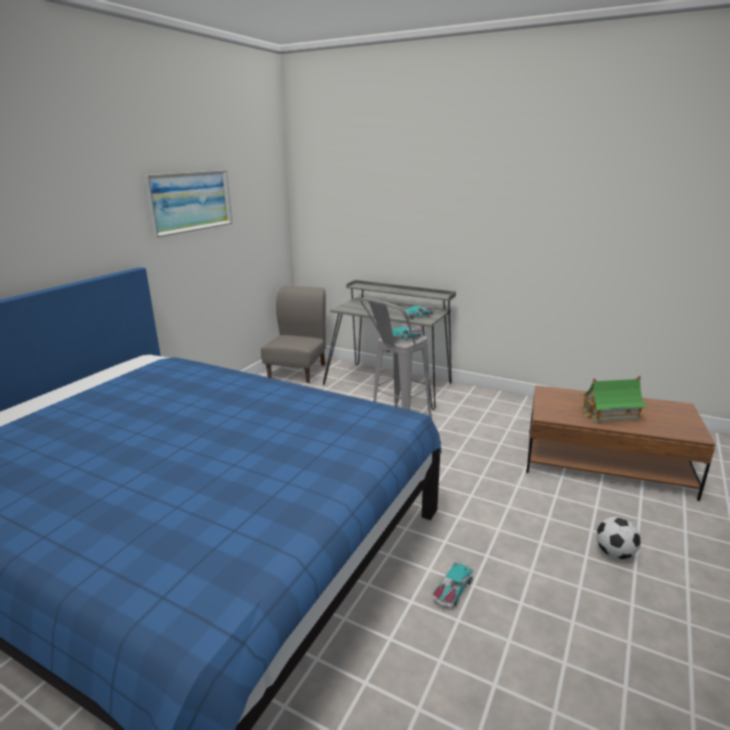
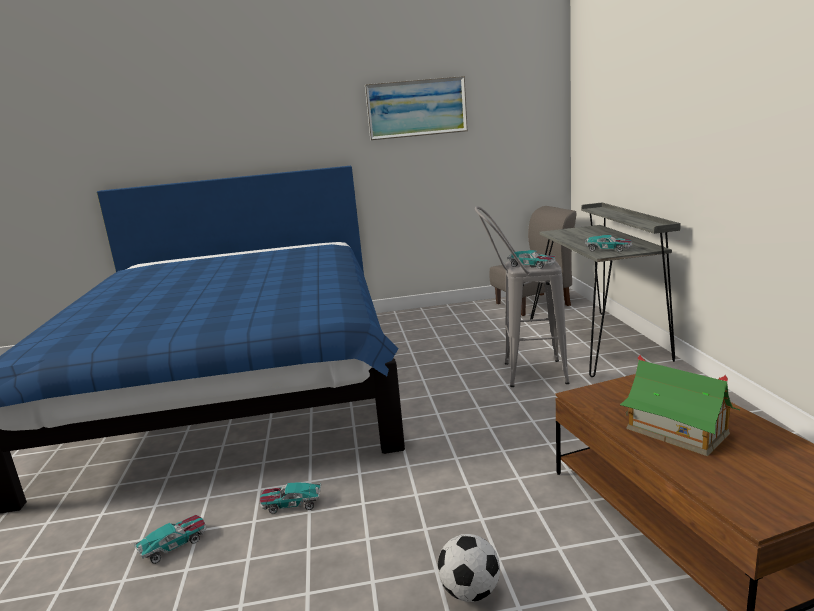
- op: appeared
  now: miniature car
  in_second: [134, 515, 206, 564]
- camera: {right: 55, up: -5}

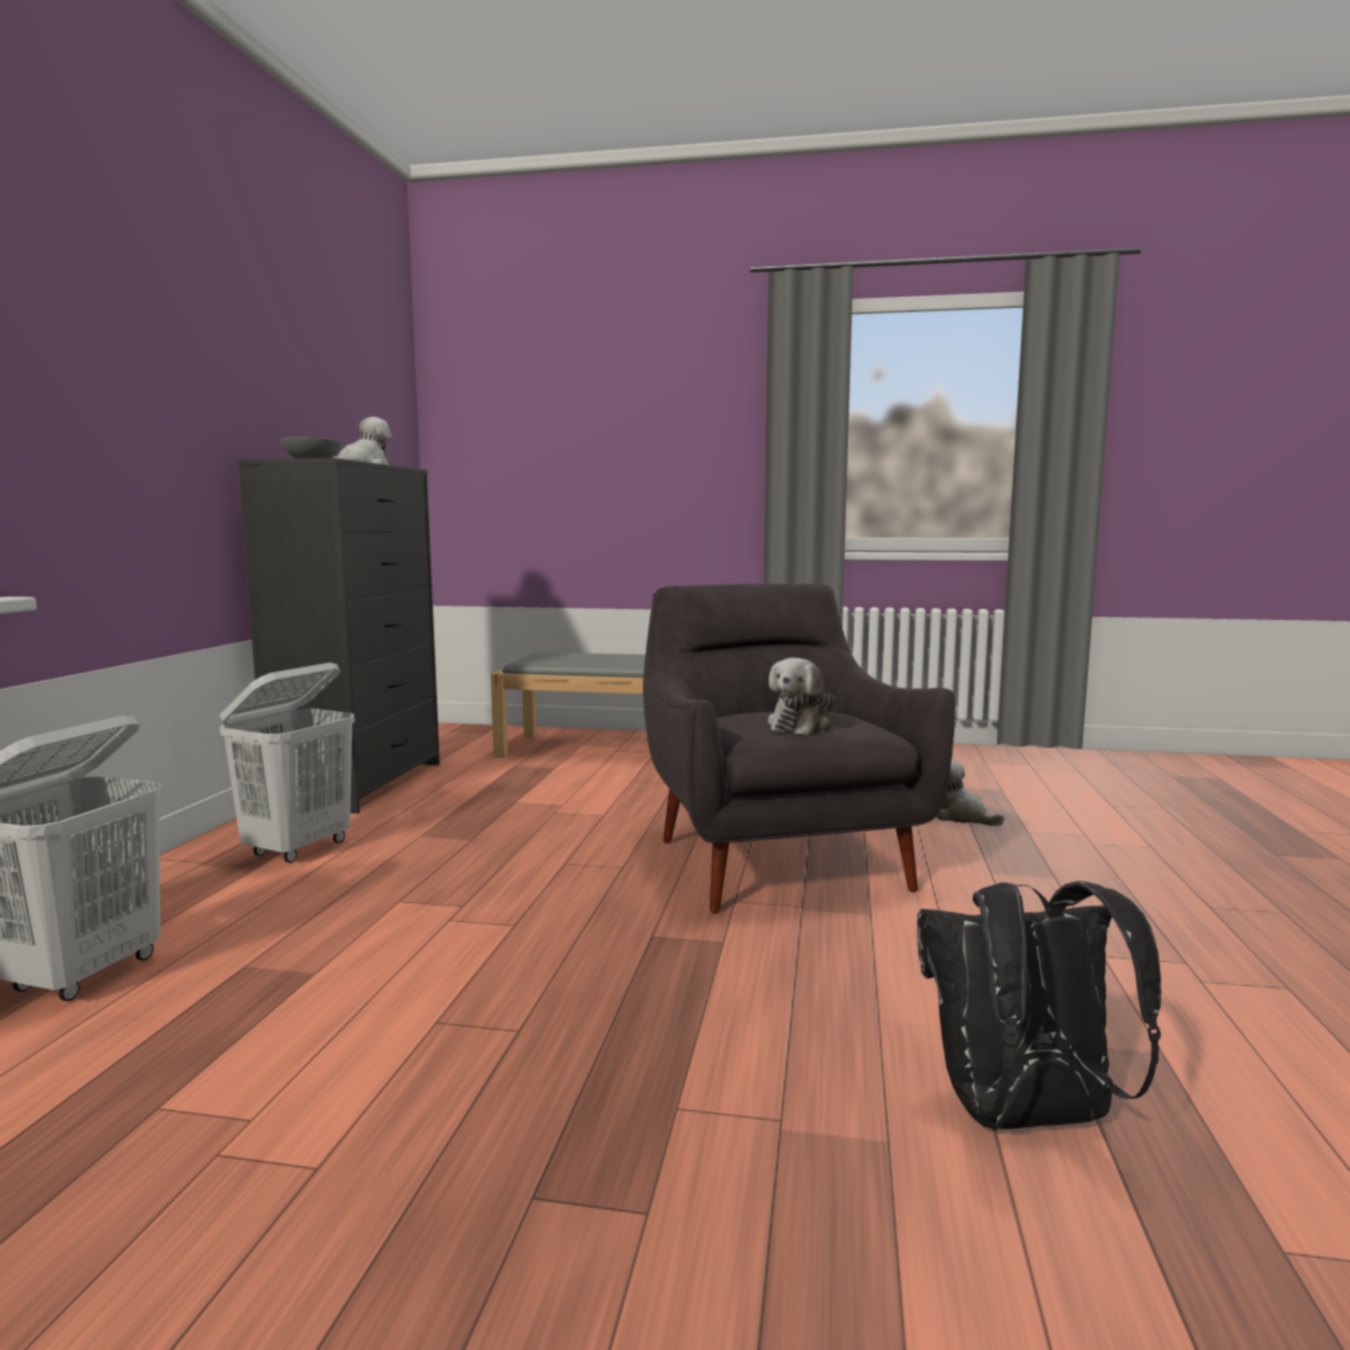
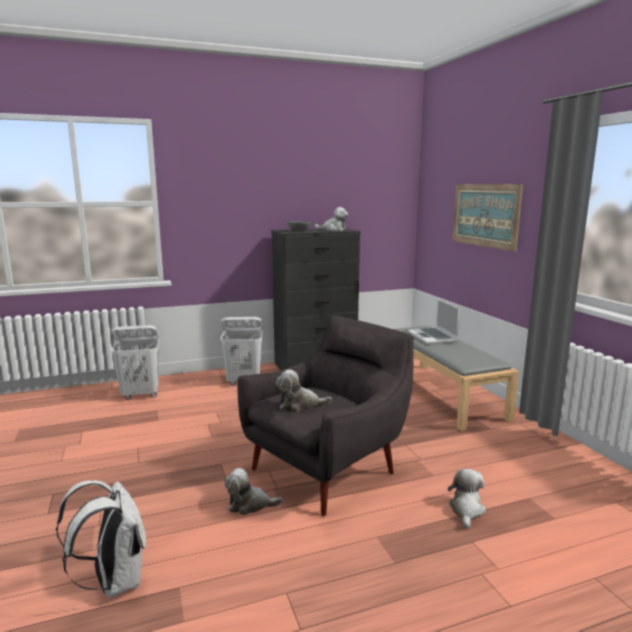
- op: appeared
  now: plush toy
  in_second: [224, 468, 283, 515]
- op: appeared
  now: notebook computer
  in_second: [408, 299, 460, 345]
- op: appeared
  now: wall picture
  in_second: [452, 184, 523, 251]
- op: colour
  was: blackish rucksack
  now: white rucksack
  in_first: [917, 881, 1161, 1130]
  in_second: [56, 480, 146, 598]
- camera: {right: 60, up: 5}

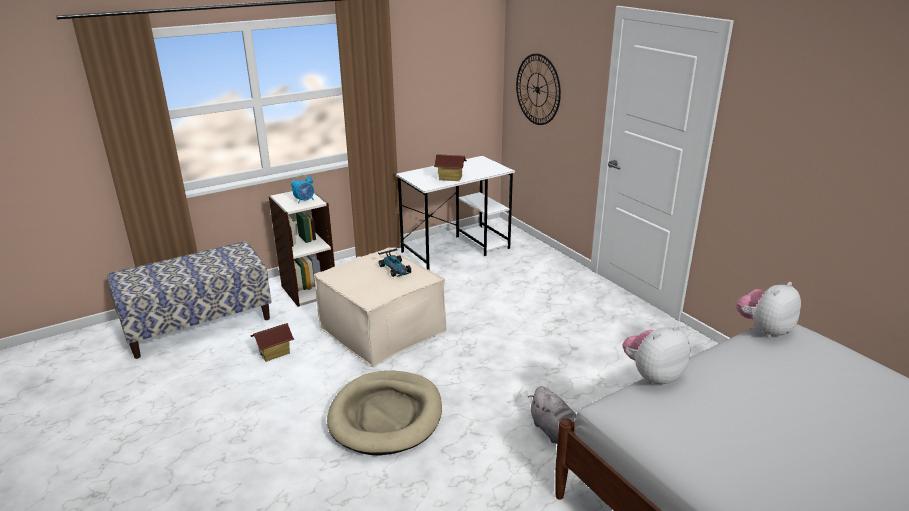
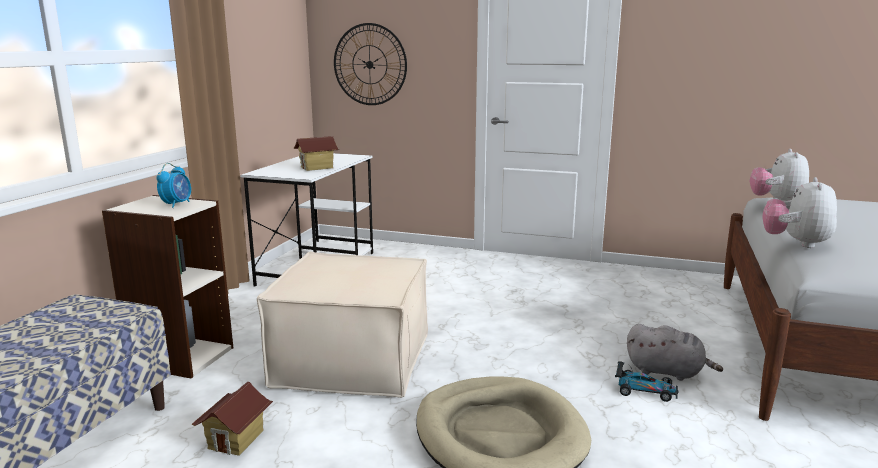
- op: relocated
  was: miniature car
  in_first: [378, 248, 411, 277]
  in_second: [615, 361, 679, 402]
- camera: {right: -40, up: -10}

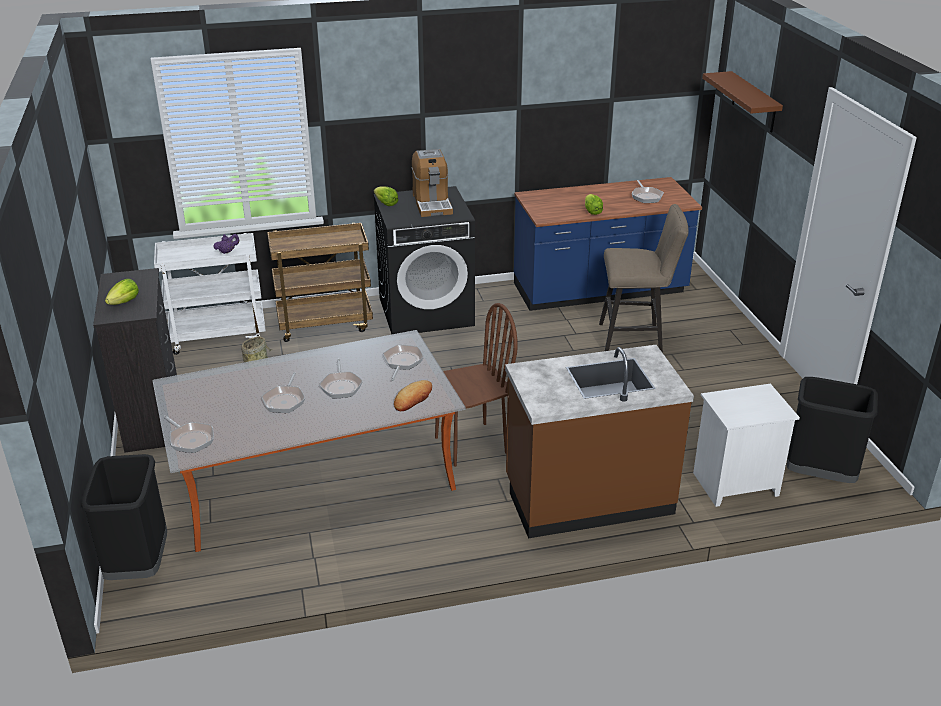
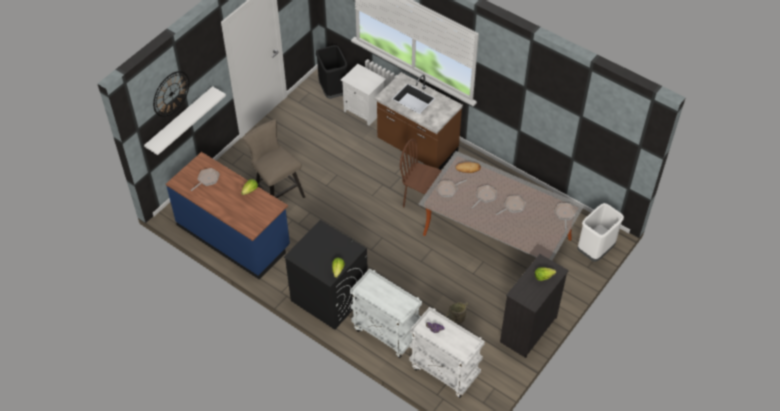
- op: missing
  was: coffee machine
  in_first: [412, 149, 453, 217]
- op: appeared
  now: white bracket shelf
  in_second: [144, 86, 226, 155]
- op: exchanged
  was: brown-coloured bracket shelf
  now: hanging clock
  in_first: [702, 71, 783, 133]
  in_second: [153, 71, 189, 117]
- op: colour
  was: blackish trash can
  now: white trash can
  in_first: [81, 454, 167, 580]
  in_second: [577, 203, 624, 262]
- op: colour
  was: brown-coloured wheeled cart
  now: white wheeled cart
  in_first: [267, 223, 373, 342]
  in_second: [350, 269, 422, 358]
- camera: {right: -130, up: 20}

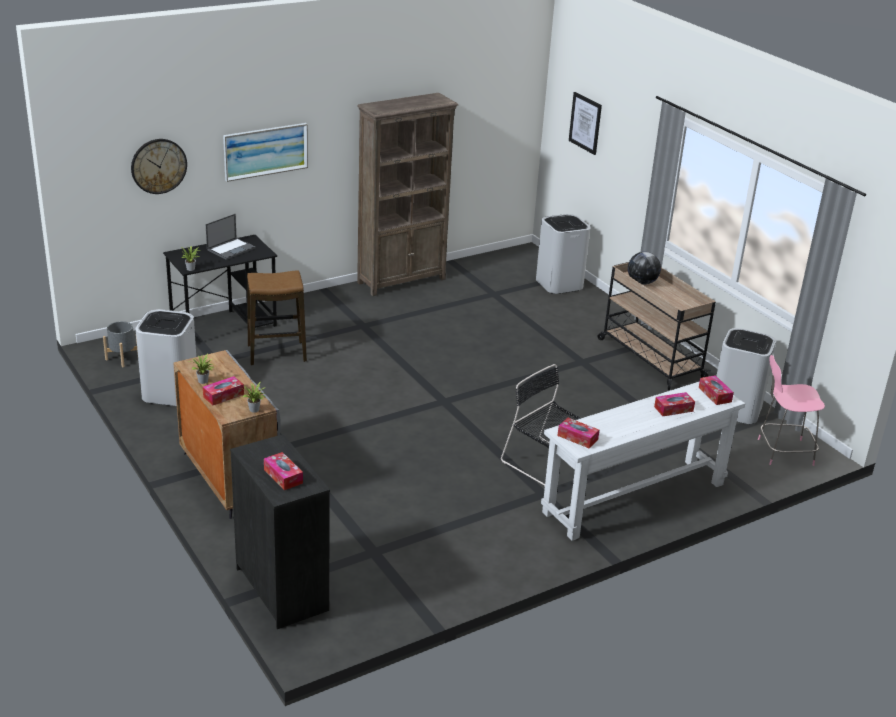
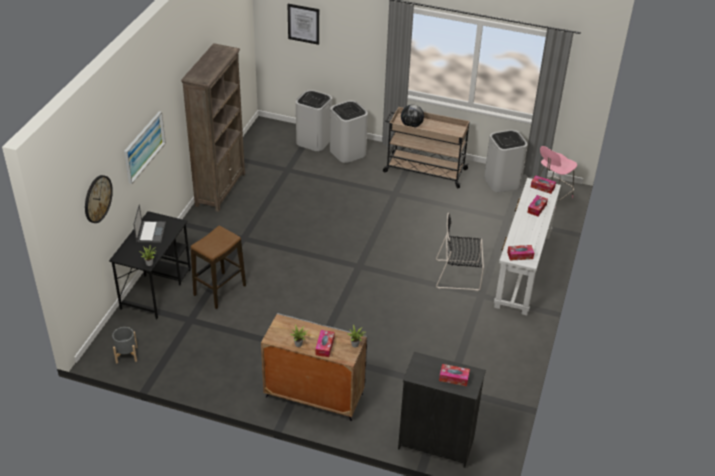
- op: relocated
  was: white trash can
  in_first: [136, 309, 196, 406]
  in_second: [330, 100, 368, 163]
- camera: {right: -40, up: 10}

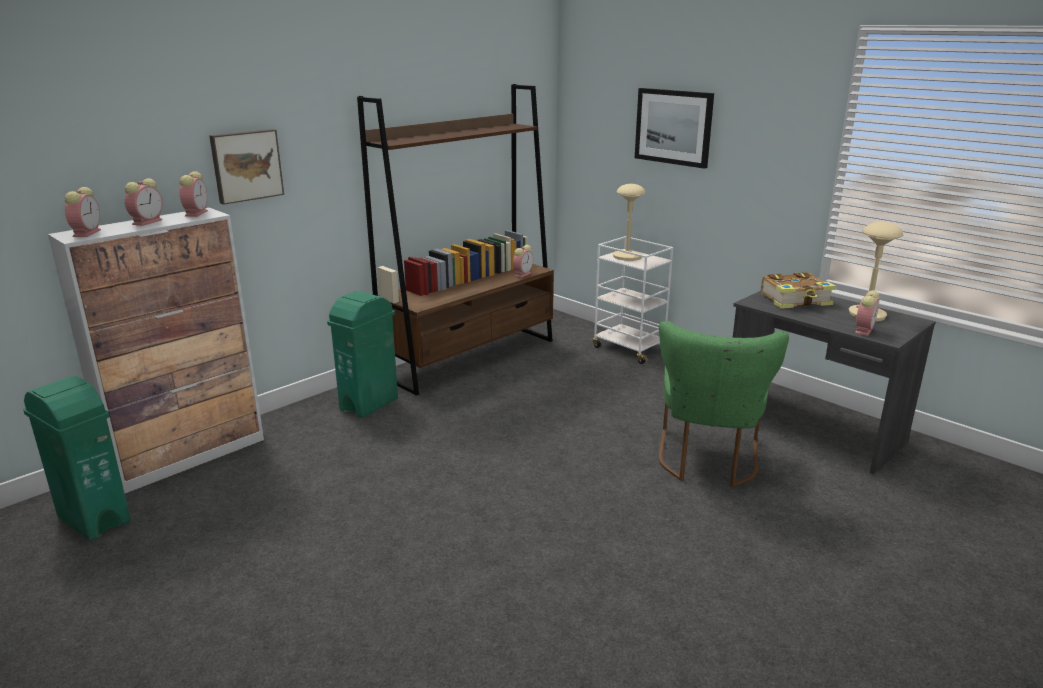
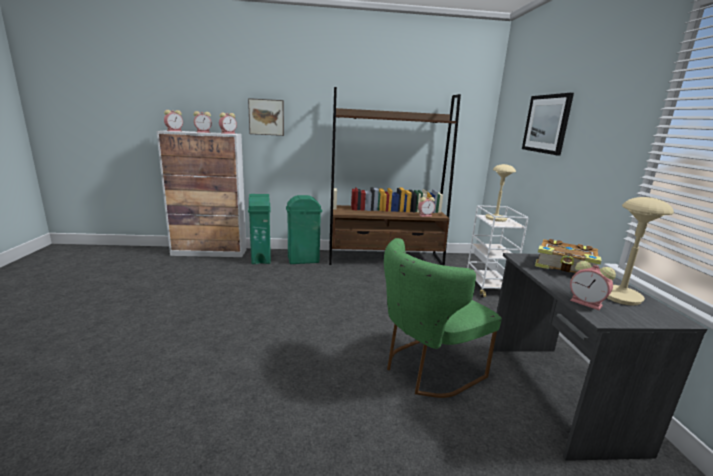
- op: relocated
  was: green trash can
  in_first: [23, 376, 131, 541]
  in_second: [248, 194, 271, 264]
- op: spun
  was: table clock
  in_first: [855, 290, 880, 336]
  in_second: [570, 261, 616, 310]
  clockwise: 60
- camera: {right: 40, up: -5}

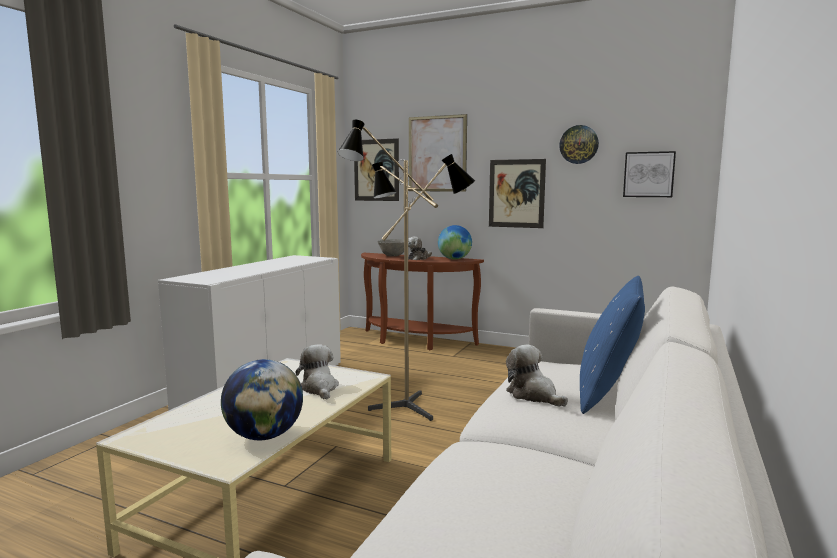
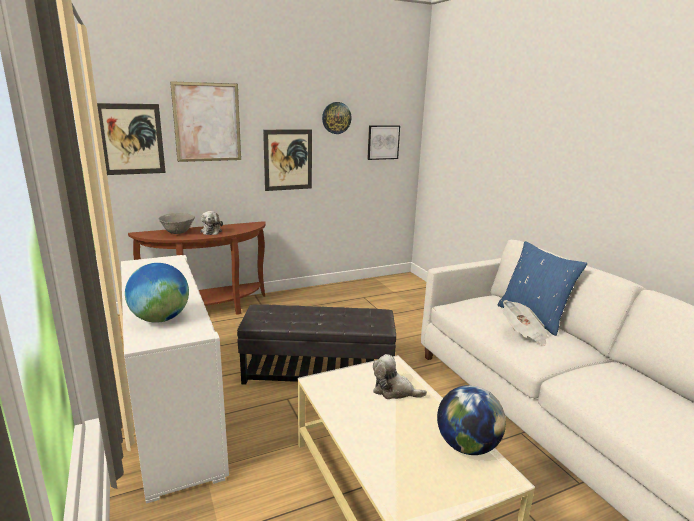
- op: relocated
  was: world globe
  in_first: [438, 225, 472, 260]
  in_second: [125, 263, 189, 323]
- op: exchanged
  was: floor lamp
  now: blackish pouffe
  in_first: [338, 120, 475, 421]
  in_second: [237, 304, 396, 385]
- op: exchanged
  was: plush toy
  now: printed paper
  in_first: [506, 344, 568, 407]
  in_second: [502, 300, 549, 346]
- camera: {right: -50, up: 10}

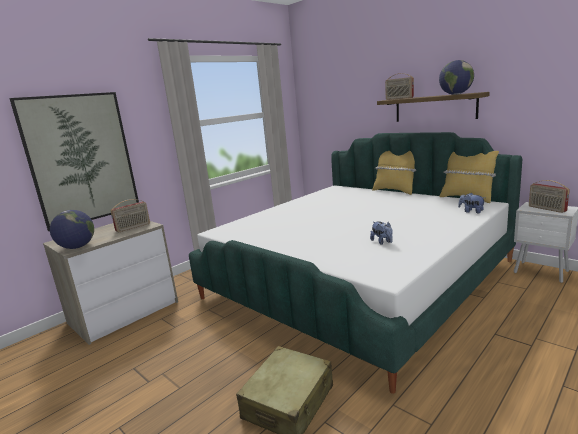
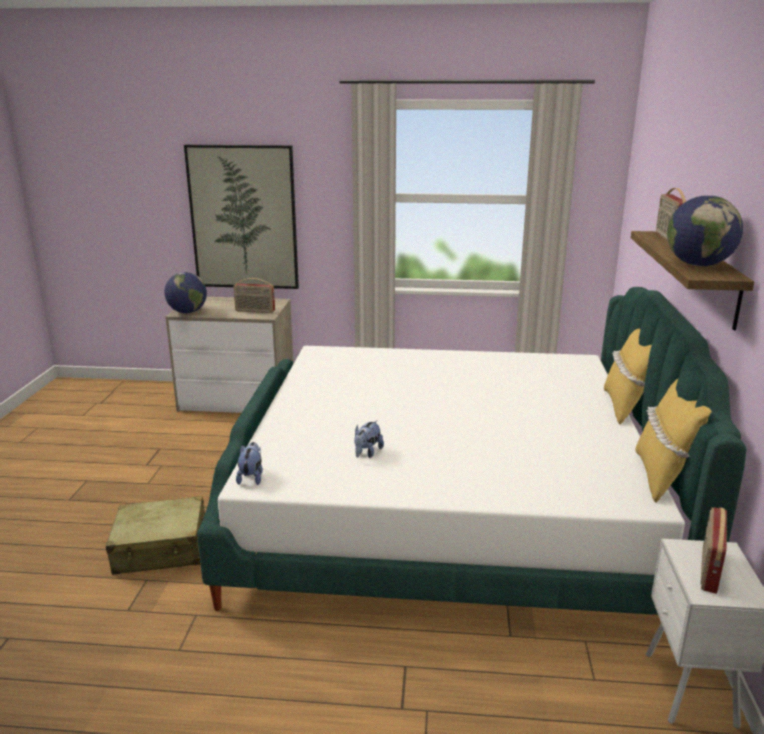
- op: relocated
  was: plush toy
  in_first: [458, 193, 485, 213]
  in_second: [236, 442, 263, 485]
- camera: {right: 50, up: 5}

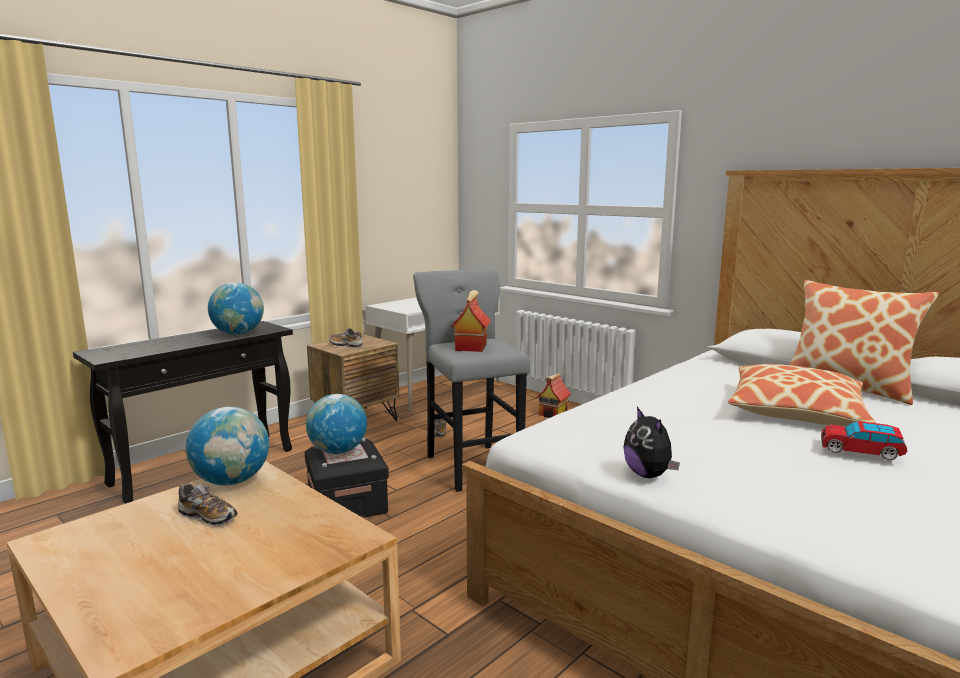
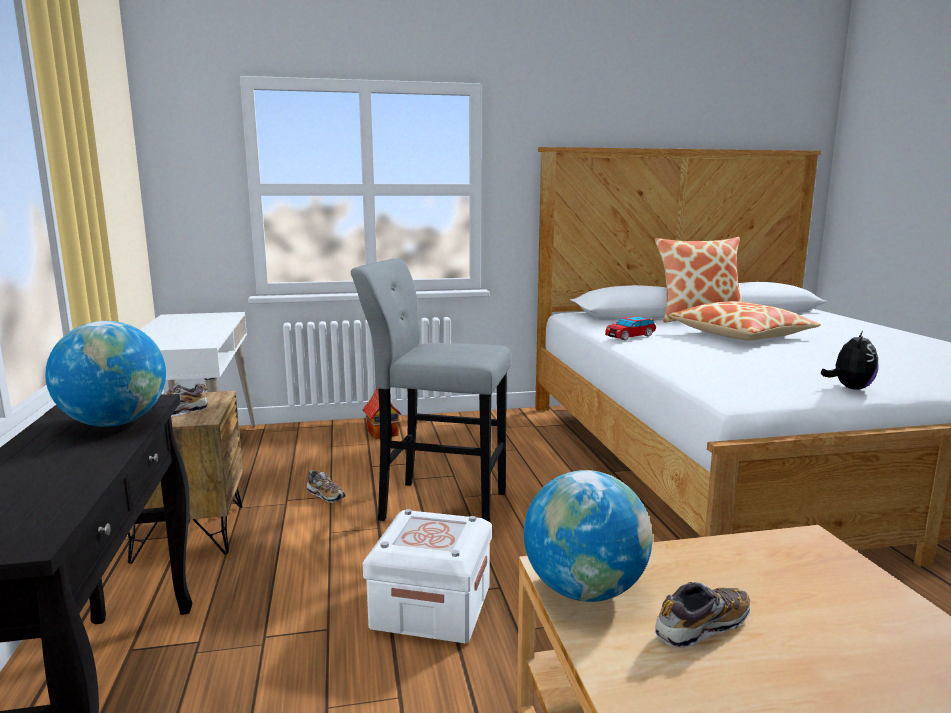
- op: missing
  was: world globe
  in_first: [306, 394, 367, 454]
- op: missing
  was: toy house
  in_first: [451, 290, 491, 352]
- op: relocated
  was: miniature car
  in_first: [821, 421, 907, 460]
  in_second: [605, 316, 656, 340]
- op: colour
  was: blackish storage container
  now: white storage container
  in_first: [305, 438, 389, 518]
  in_second: [363, 509, 492, 643]
- op: spun
  was: plush toy
  in_first: [623, 407, 680, 478]
  in_second: [821, 331, 878, 390]
  clockwise: -75
- camera: {right: -55, up: 0}

